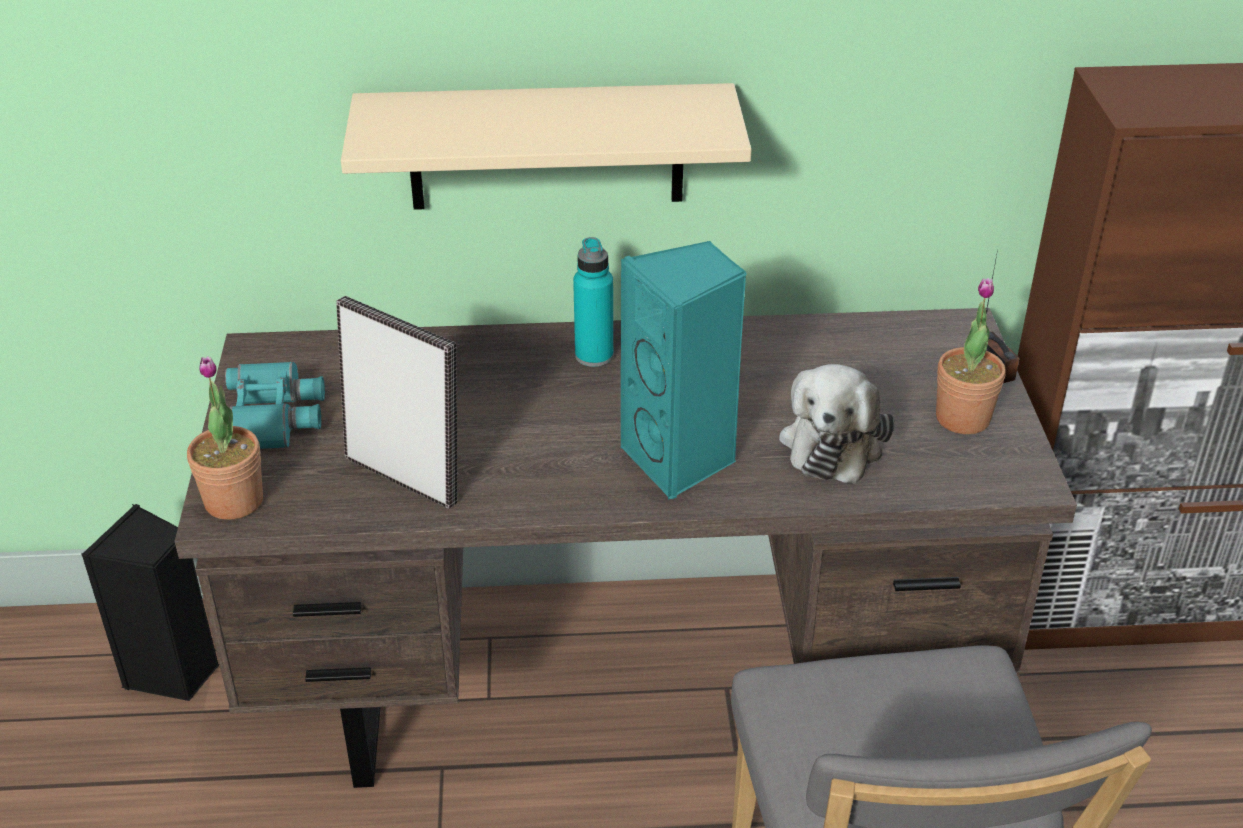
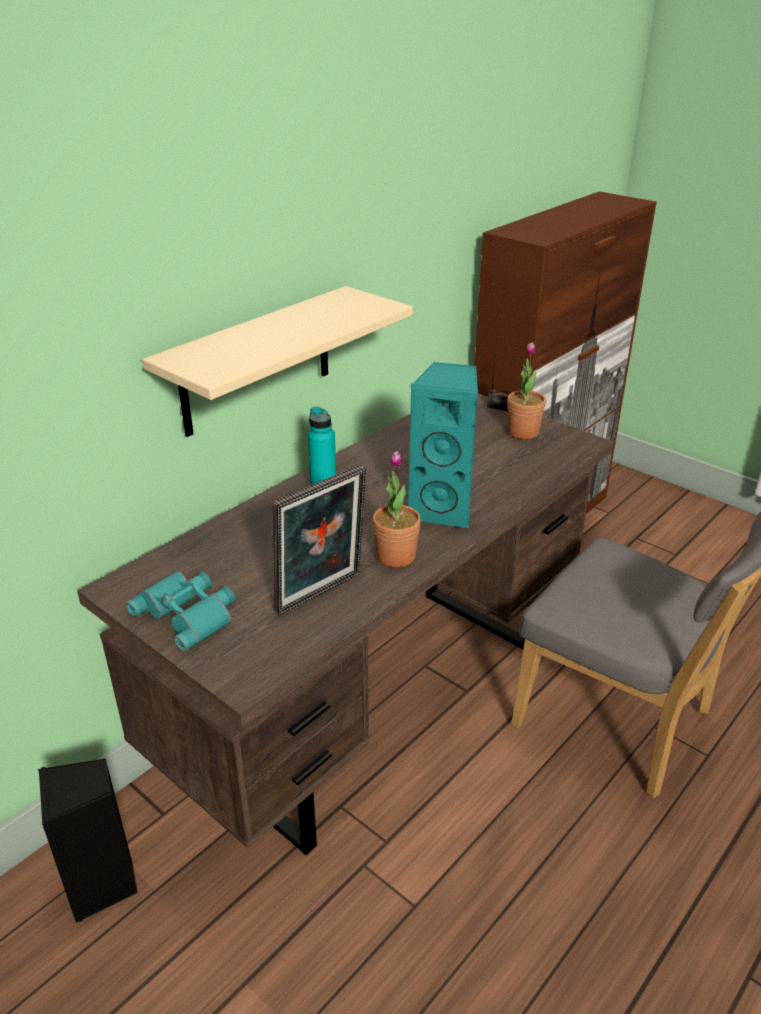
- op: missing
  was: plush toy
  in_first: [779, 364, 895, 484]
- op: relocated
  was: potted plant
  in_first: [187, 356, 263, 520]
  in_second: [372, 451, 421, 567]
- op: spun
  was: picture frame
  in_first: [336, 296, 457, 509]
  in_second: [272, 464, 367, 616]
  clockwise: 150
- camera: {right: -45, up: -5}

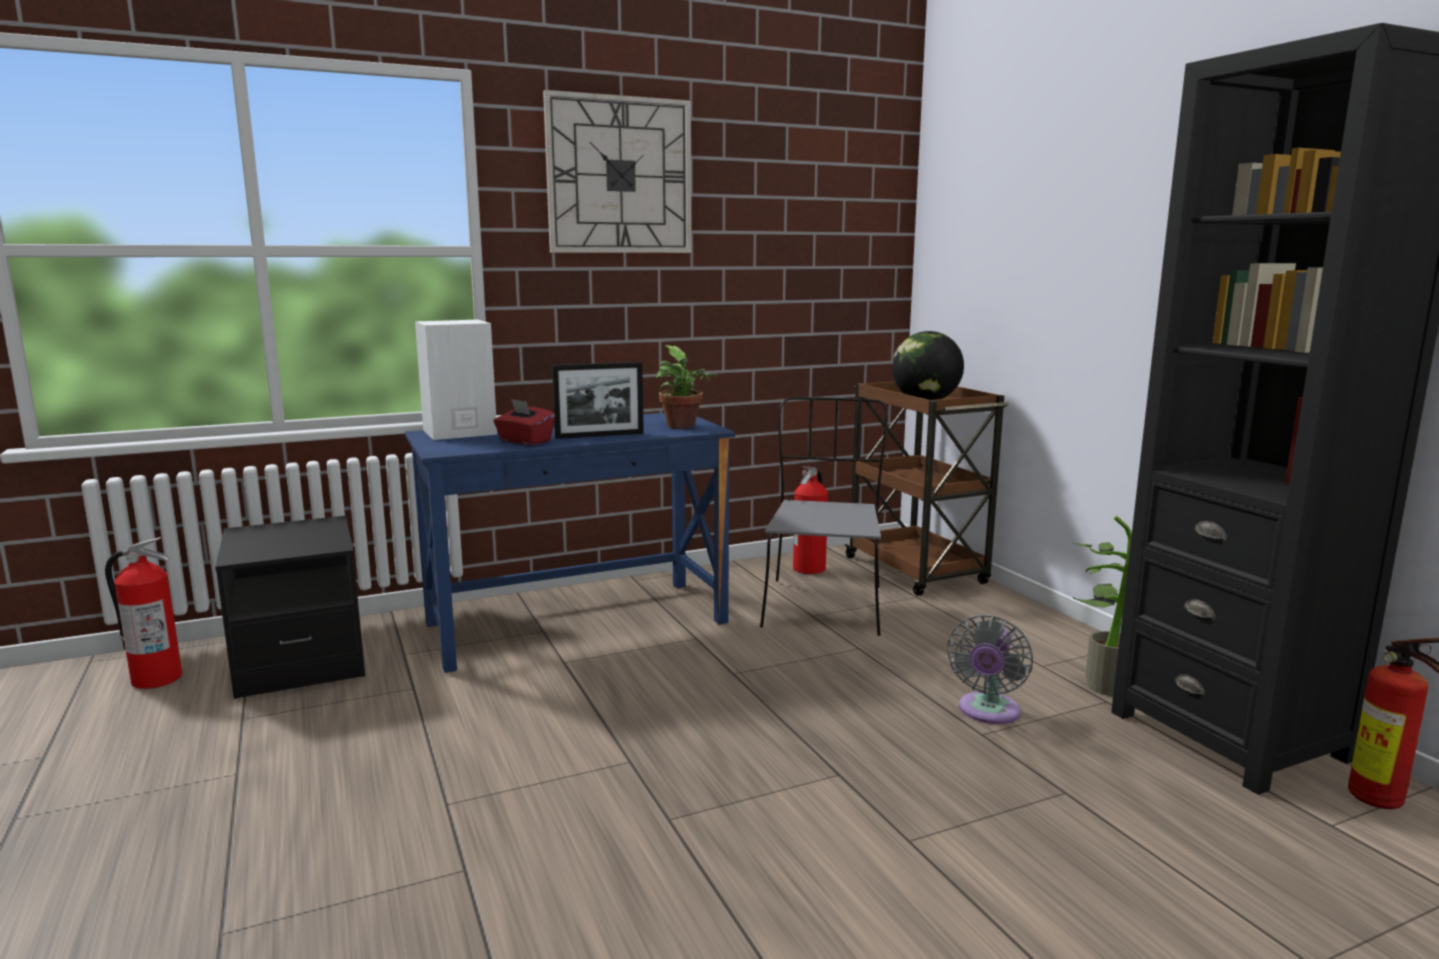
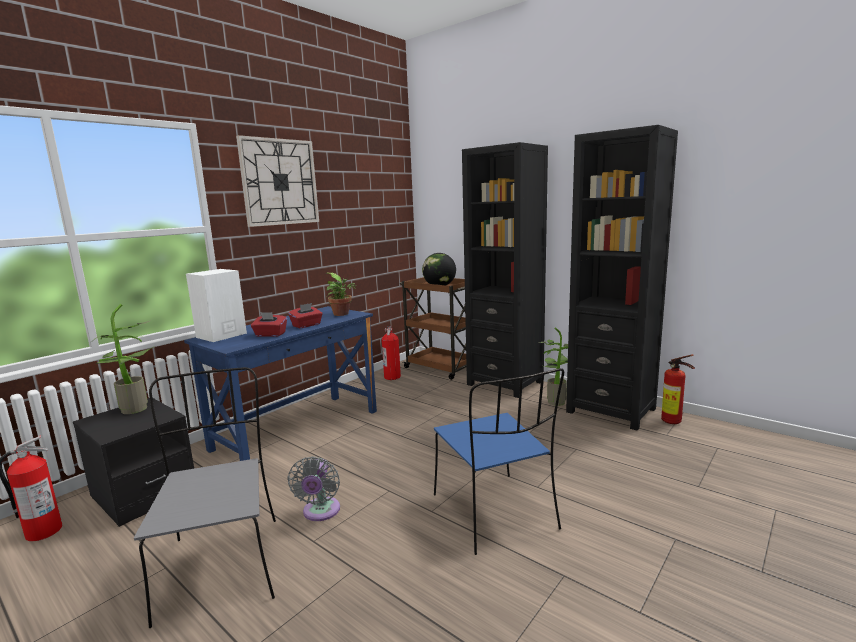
- op: appeared
  now: potted plant
  in_second: [95, 304, 153, 414]
- op: appeared
  now: bluish plain chair
  in_second: [434, 368, 564, 555]
- op: appeared
  now: blackish bookcase
  in_second: [462, 142, 548, 398]
- op: relocated
  was: greyish plain chair
  in_first: [760, 397, 888, 636]
  in_second: [134, 367, 276, 628]
- op: relocated
  was: greyish electric fan
  in_first: [947, 615, 1033, 724]
  in_second: [287, 456, 340, 521]
- op: exchanged
  was: picture frame
  now: red-coloured tissue holder
  in_first: [552, 362, 644, 439]
  in_second: [288, 303, 323, 328]
- camera: {right: -25, up: 0}

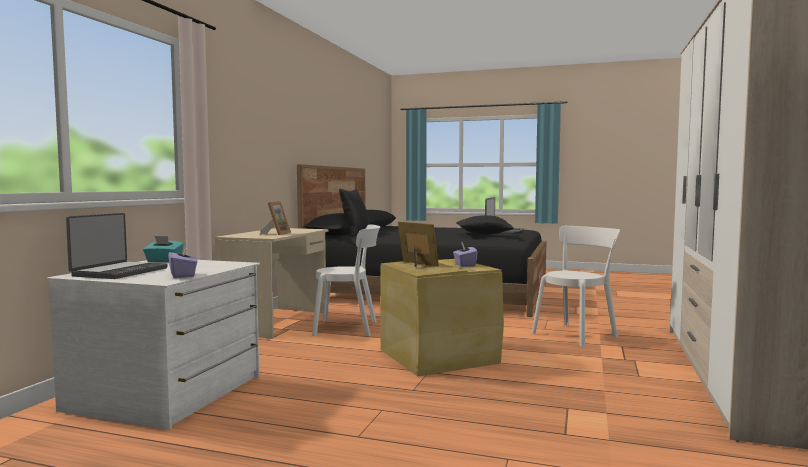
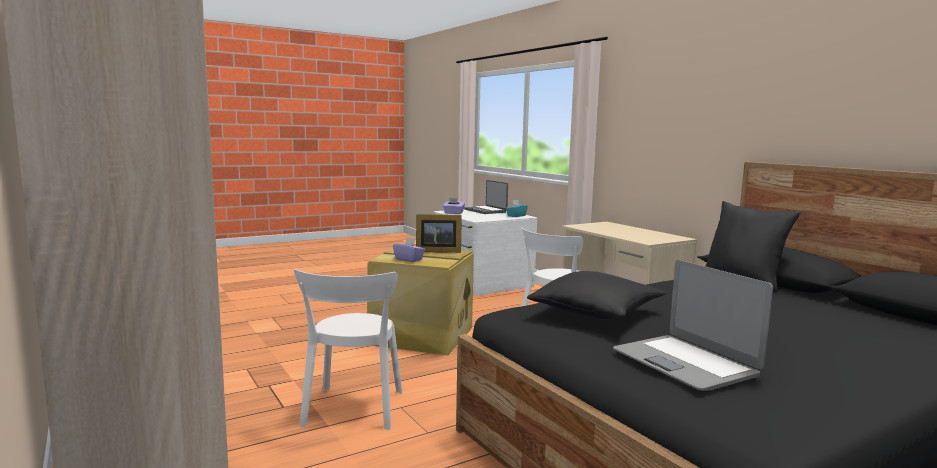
- op: missing
  was: picture frame
  in_first: [260, 201, 291, 235]
- camera: {right: 130, up: 5}

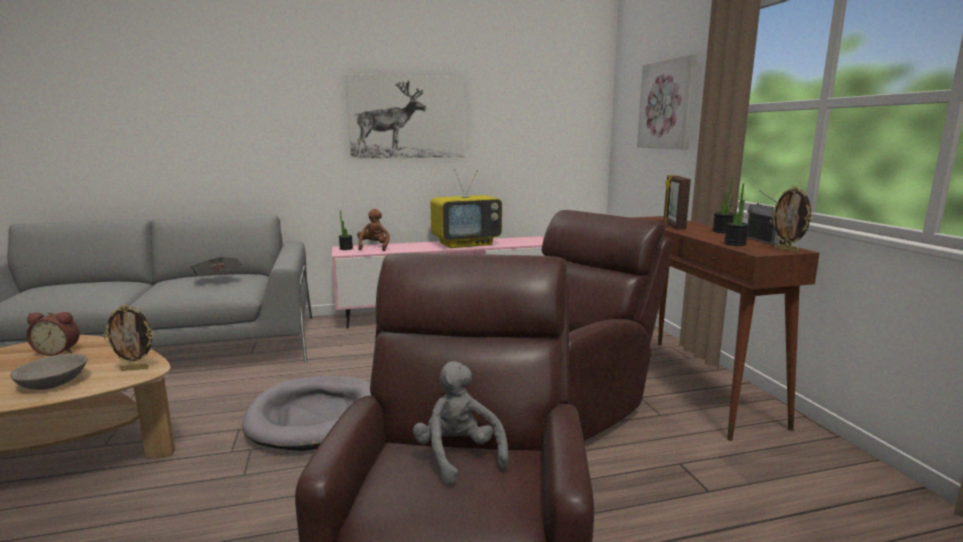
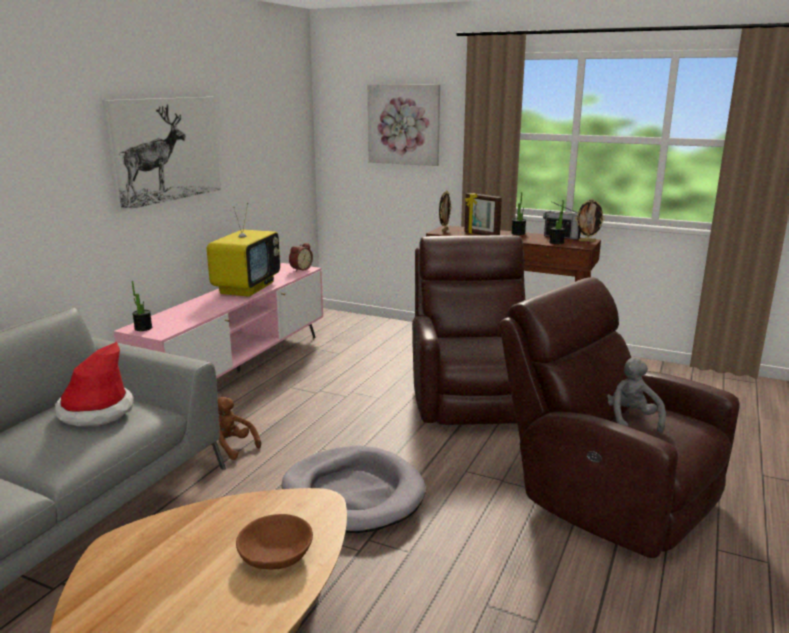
- op: relocated
  was: table clock
  in_first: [27, 312, 79, 356]
  in_second: [289, 243, 313, 271]
- op: relocated
  was: picture frame
  in_first: [103, 305, 154, 371]
  in_second: [439, 191, 451, 232]
- op: relocated
  was: brown-coloured plush toy
  in_first: [357, 209, 390, 251]
  in_second: [211, 397, 261, 460]
- op: exchanged
  was: printed paper
  now: clothing hat
  in_first: [190, 257, 242, 276]
  in_second: [55, 342, 134, 426]
- op: colour
  was: greyish bowl
  now: brown-coloured bowl
  in_first: [10, 354, 88, 390]
  in_second: [236, 514, 313, 569]
- op: spun
  was: greyish plush toy
  in_first: [413, 361, 509, 484]
  in_second: [607, 357, 666, 434]
  clockwise: 75
- camera: {right: -50, up: 5}

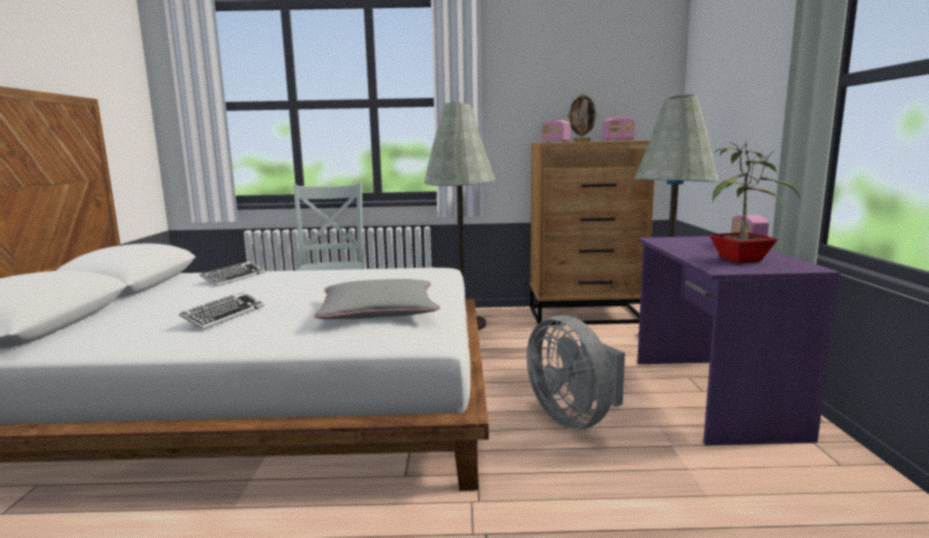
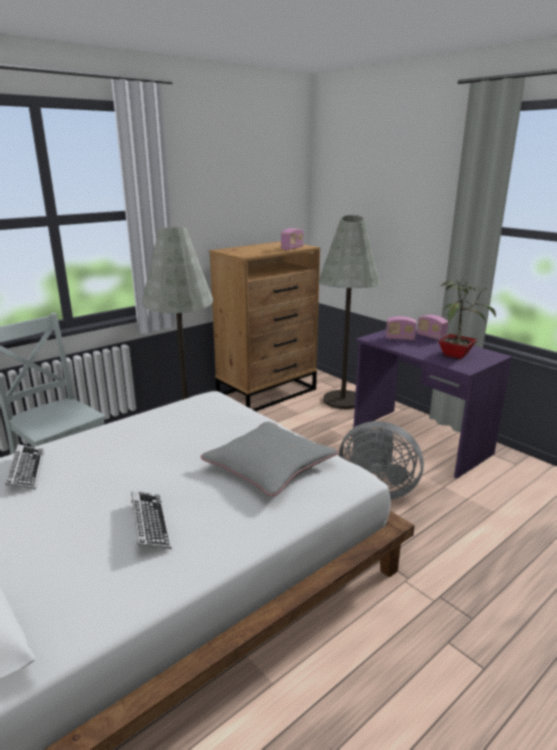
- op: missing
  was: picture frame
  in_first: [567, 94, 598, 142]
- op: relocated
  was: radio receiver
  in_first: [542, 120, 571, 142]
  in_second: [386, 317, 416, 340]
- camera: {right: -40, up: 10}

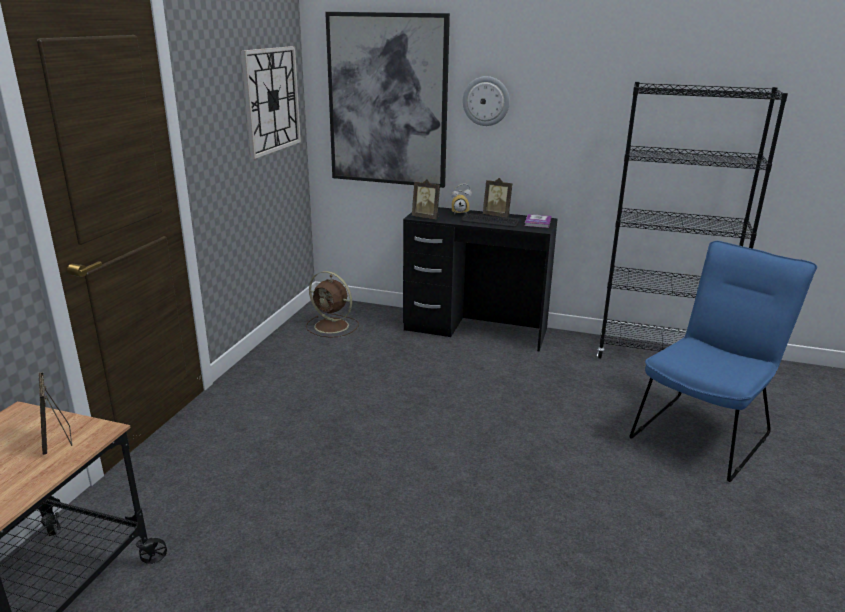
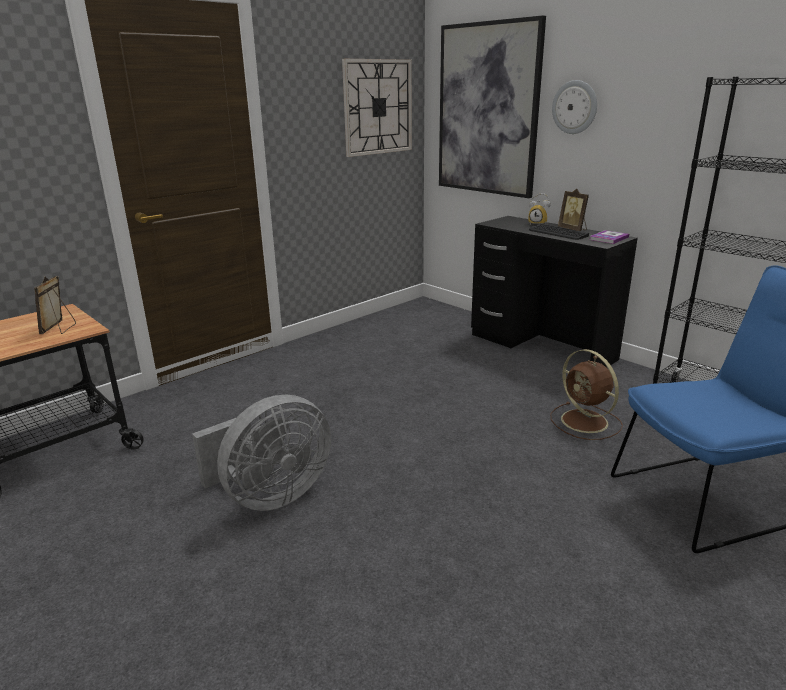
- op: missing
  was: picture frame
  in_first: [412, 179, 440, 219]
- op: appeared
  now: greyish electric fan
  in_second: [192, 395, 331, 511]
- op: relocated
  was: brown-coloured electric fan
  in_first: [306, 271, 359, 338]
  in_second: [550, 349, 623, 440]
- camera: {right: 30, up: 0}

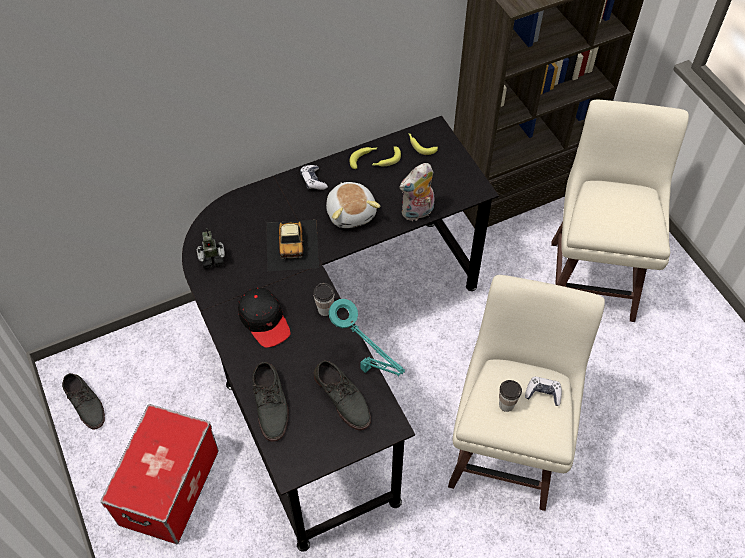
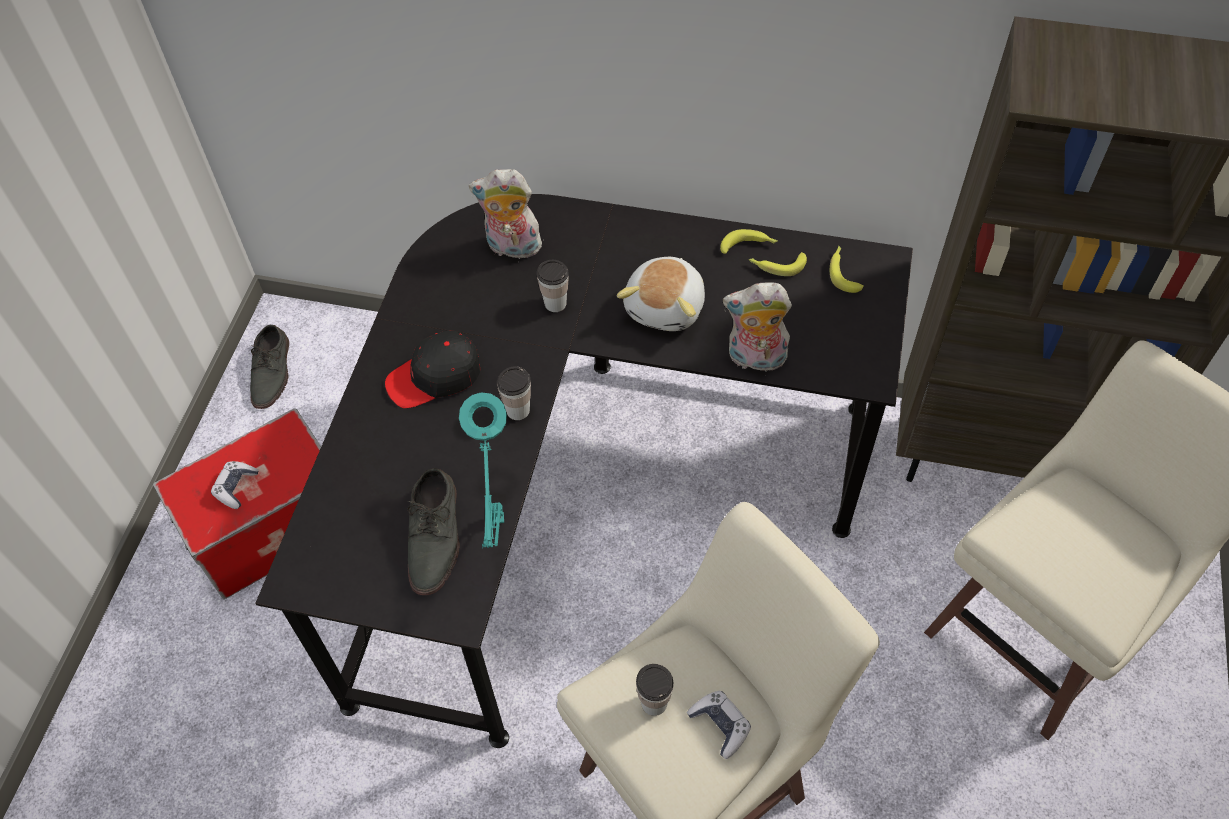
- op: missing
  was: model robot
  in_first: [197, 228, 225, 269]
- op: missing
  was: greyish low shoe
  in_first: [252, 362, 289, 441]
- op: appeared
  now: plush toy
  in_second: [469, 169, 542, 259]
- op: relocated
  was: game controller
  in_first: [300, 165, 328, 190]
  in_second: [211, 461, 259, 509]
- op: exchanged
  was: miniature car
  now: small cup
  in_first: [266, 220, 319, 271]
  in_second: [537, 260, 569, 312]
- op: spun
  was: blackish peaked cap
  in_first: [238, 288, 291, 348]
  in_second: [385, 331, 481, 408]
  clockwise: 60
- camera: {right: 40, up: 0}

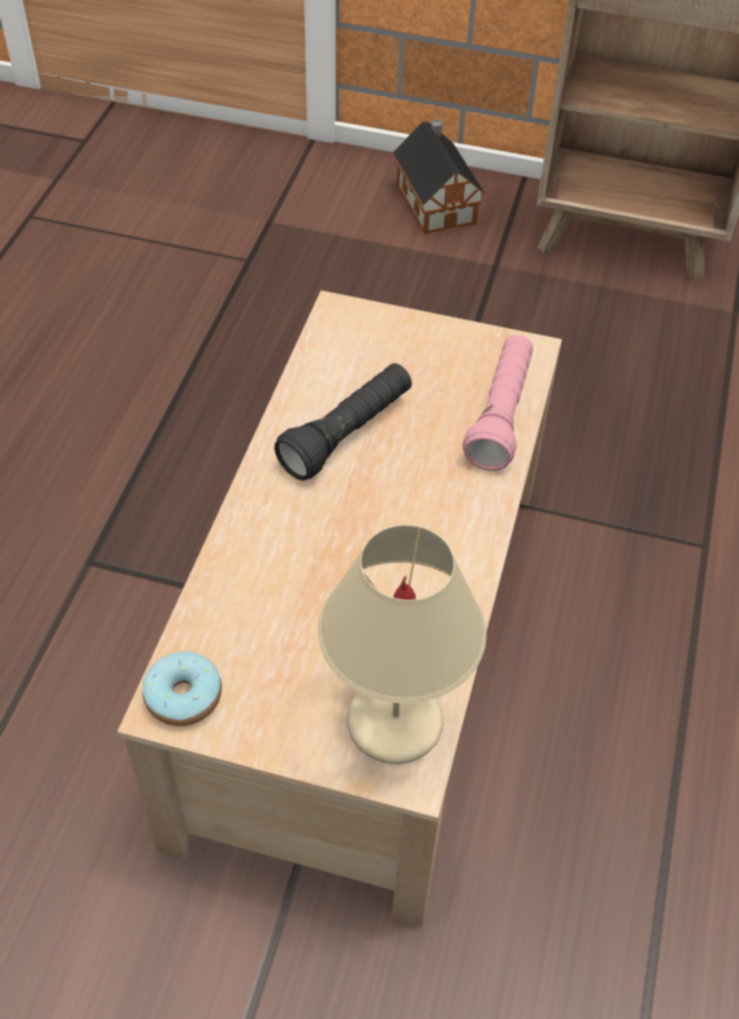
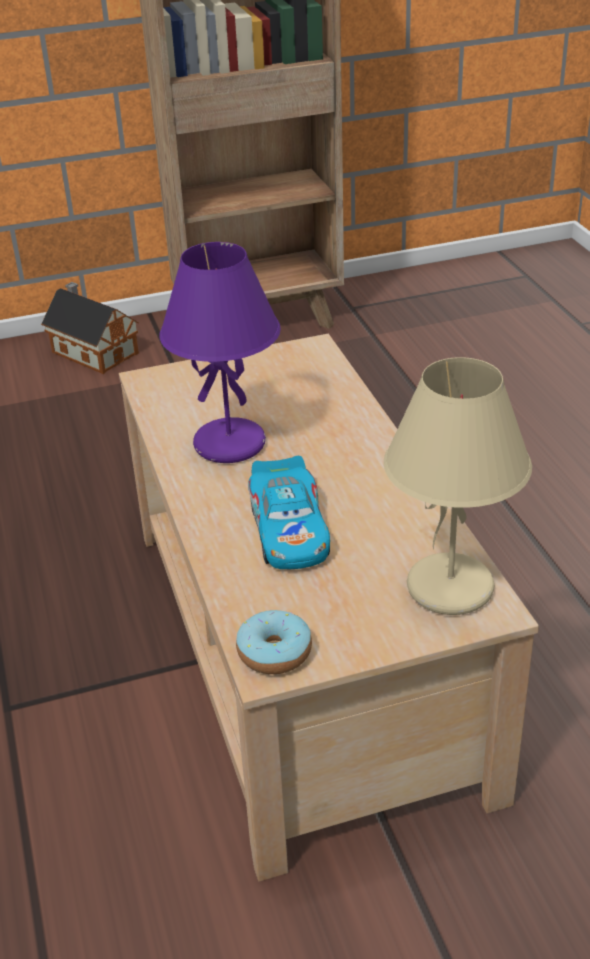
- op: missing
  was: pinkish hand torch
  in_first: [462, 335, 533, 471]
- op: appeared
  now: miniature car
  in_second: [248, 456, 330, 569]
- op: exchanged
  was: blackish hand torch
  now: purplish table lamp
  in_first: [274, 363, 412, 480]
  in_second: [159, 242, 281, 463]
- camera: {right: -30, up: -15}

